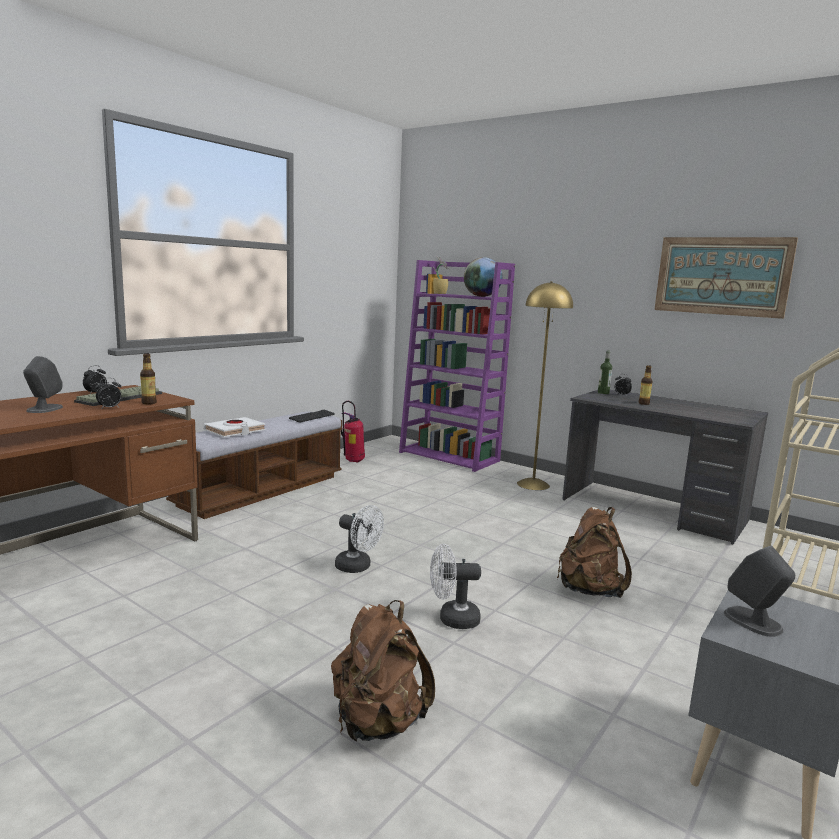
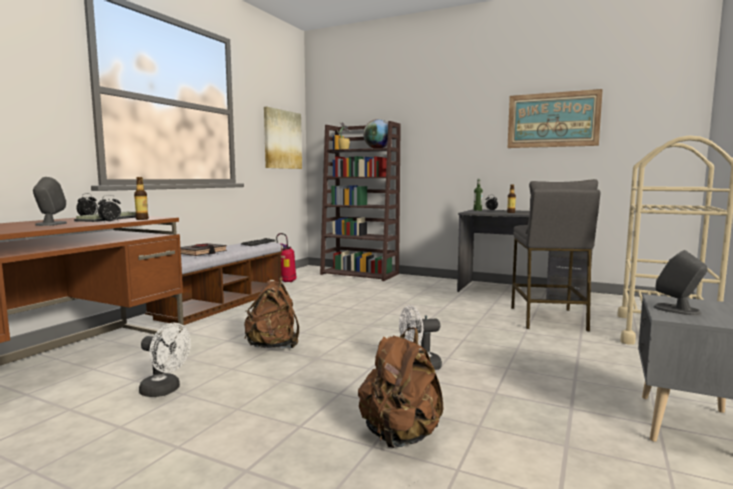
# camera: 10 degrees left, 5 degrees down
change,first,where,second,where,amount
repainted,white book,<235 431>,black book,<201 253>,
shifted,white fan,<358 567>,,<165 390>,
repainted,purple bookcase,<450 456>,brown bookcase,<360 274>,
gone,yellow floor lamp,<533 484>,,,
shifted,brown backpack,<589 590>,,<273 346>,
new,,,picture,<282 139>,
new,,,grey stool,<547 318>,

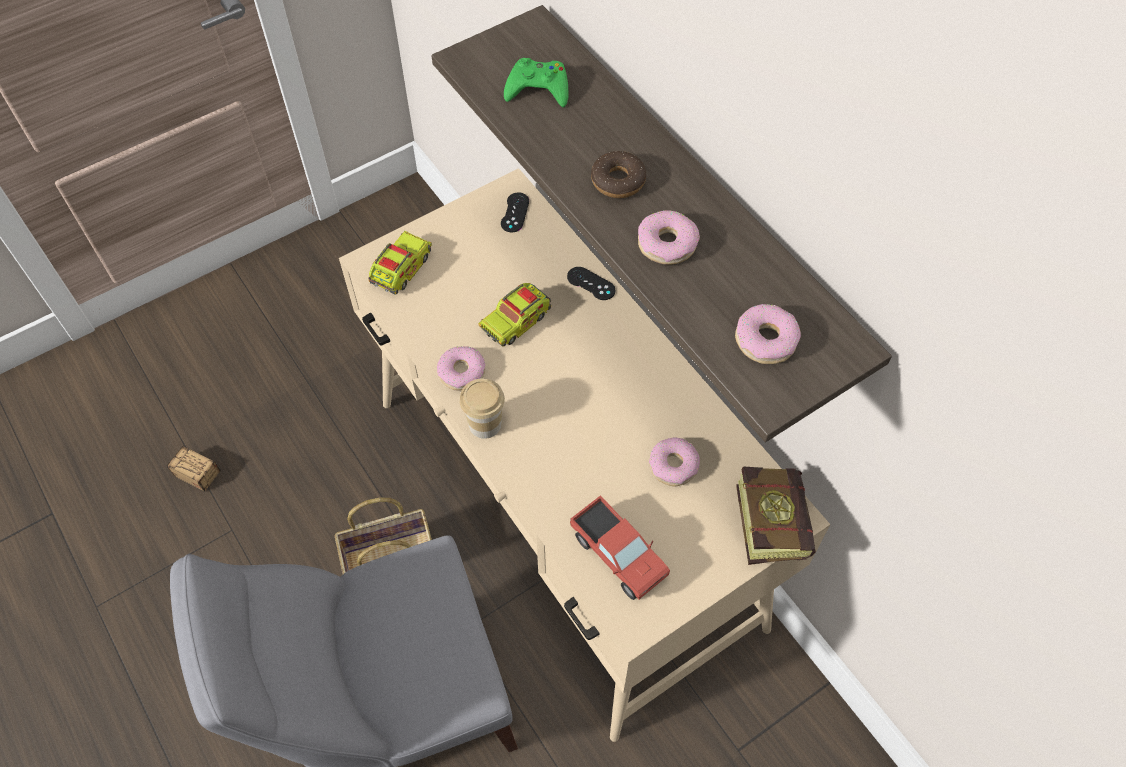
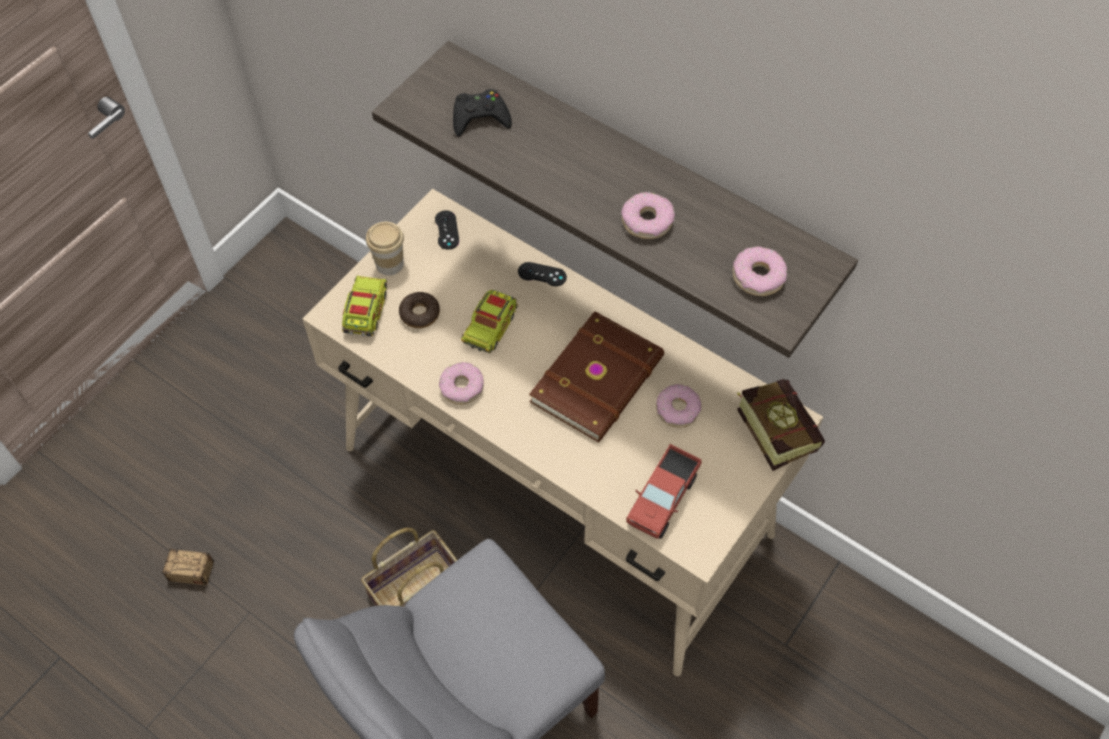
# camera: 20 degrees left, 0 degrees up
change,first,where,second,where,amount
shifted,cup,<485 424>,,<389 264>,
repainted,green game controller,<538 88>,black game controller,<480 117>,
rotated,toy truck,<618 555>,,<662 499>,90 degrees clockwise
shifted,donut,<618 181>,,<420 314>,
new,,,brown book,<599 380>,

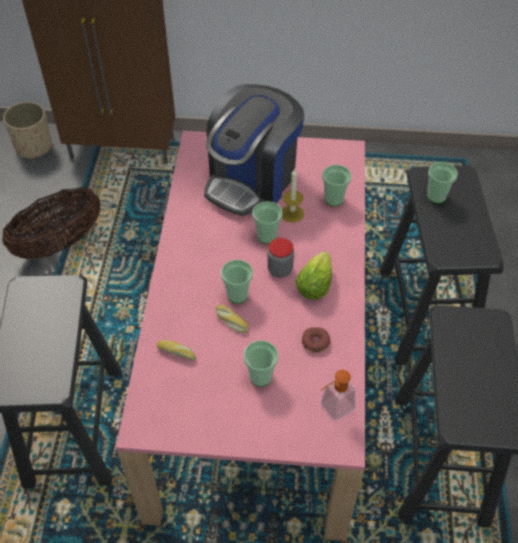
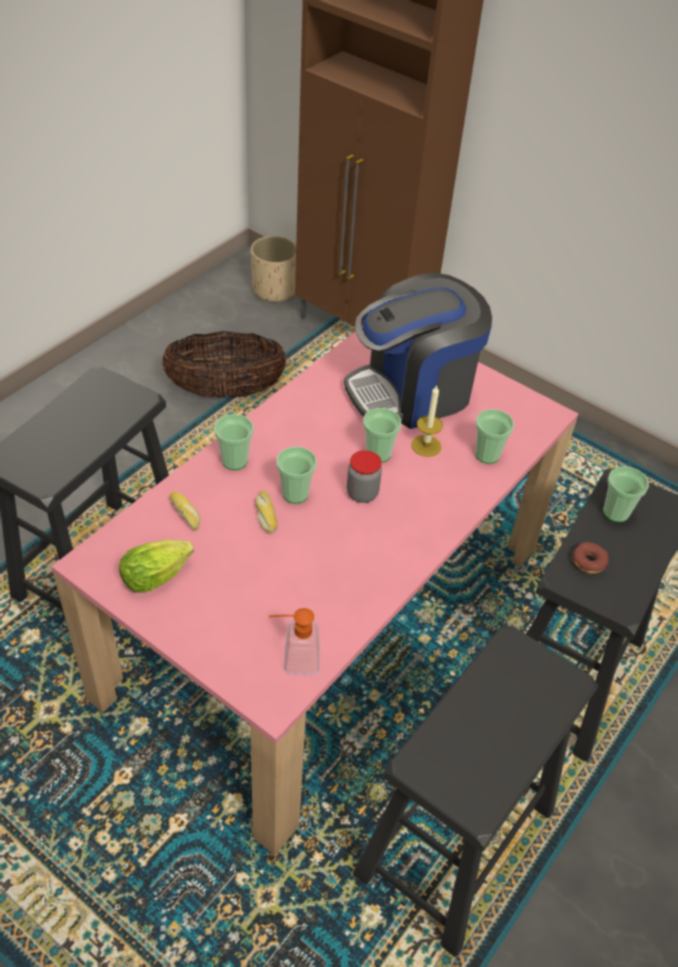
# camera: 30 degrees right, 5 degrees down
change,first,where,second,where,amount
shifted,cup,<260 376>,,<234 461>,
shifted,lettuce,<316 283>,,<159 575>,
shifted,donut,<315 342>,,<589 562>,

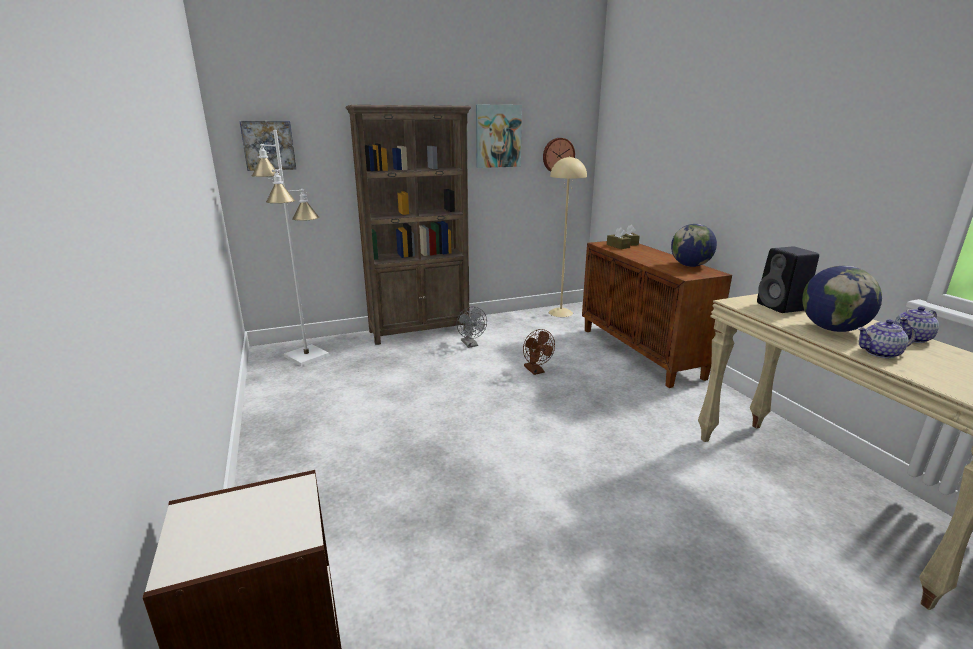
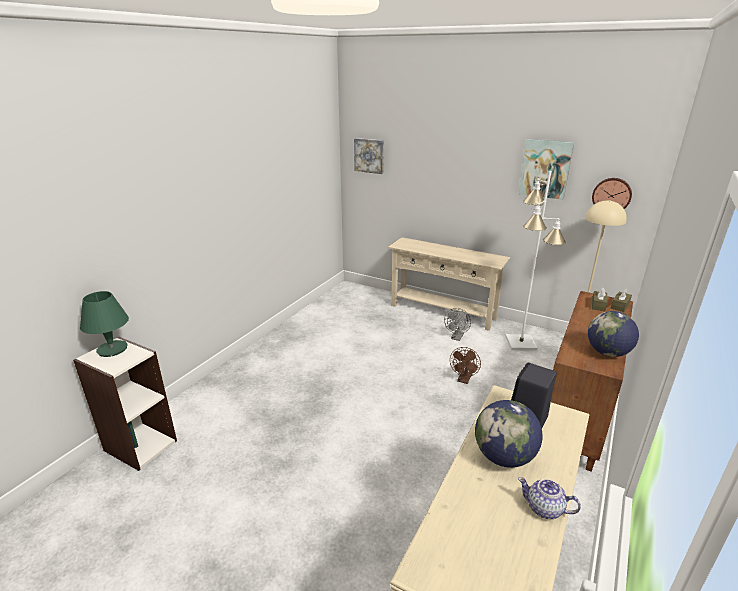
# camera: 50 degrees right, 5 degrees up
change,first,where,second,where,amount
shifted,white floor lamp,<307 356>,,<521 343>,
swapped,brown bookcase,<420 331>,beige console table,<442 312>,
gone,teapot,<880 353>,,,
new,,,green table lamp,<112 349>,

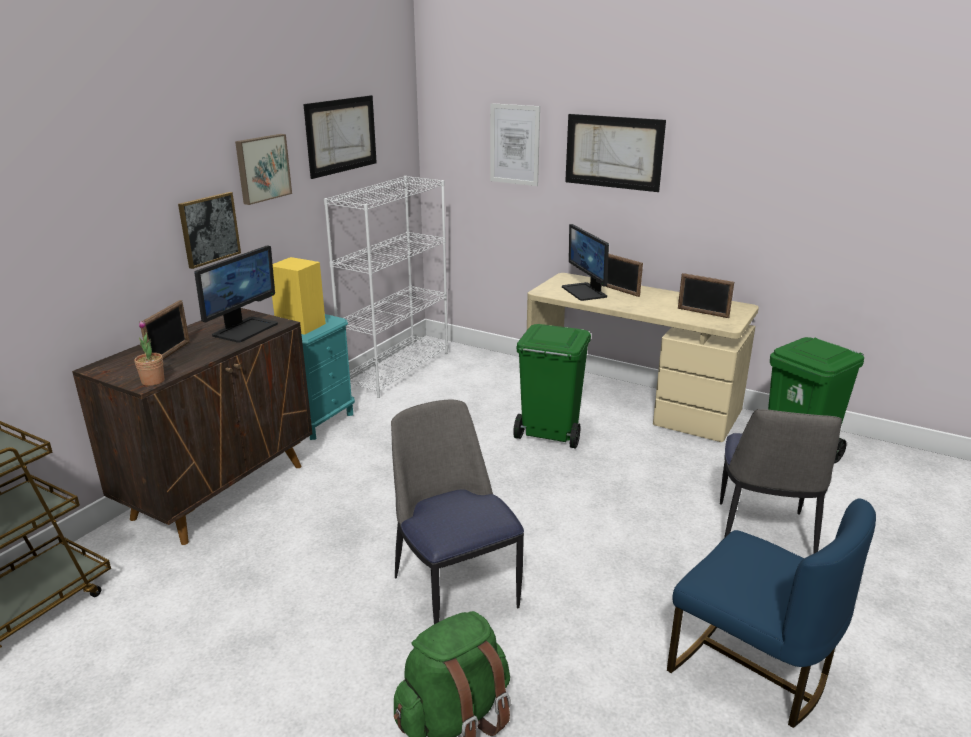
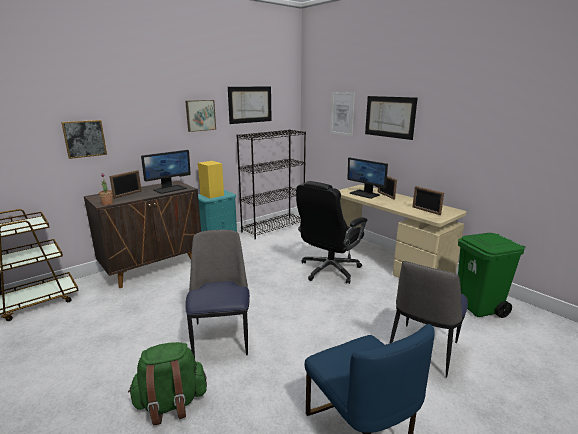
# camera: 20 degrees right, 5 degrees down
change,first,where,second,where,amount
shifted,picture,<209 229>,,<84 138>,
repainted,white bookcase,<397 369>,black bookcase,<273 227>,
swapped,green trash can,<549 434>,black office chair,<329 270>,
rotated,monitor,<585 292>,,<365 194>,45 degrees counterclockwise

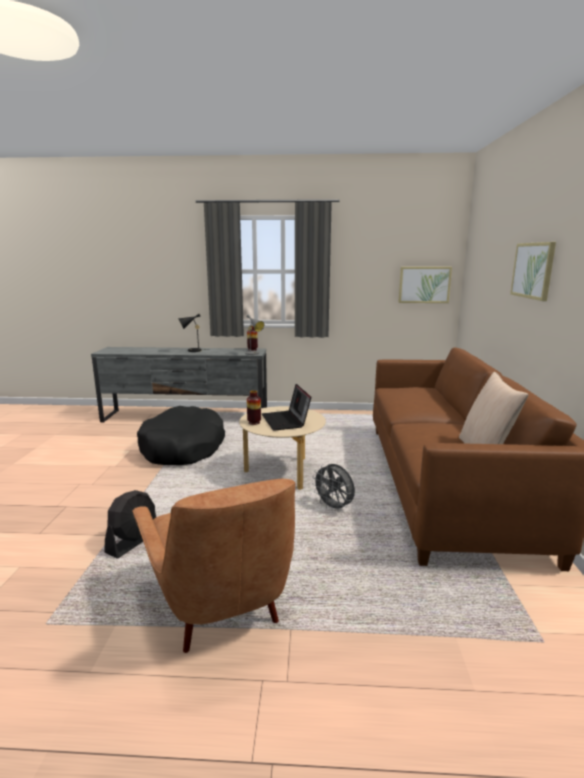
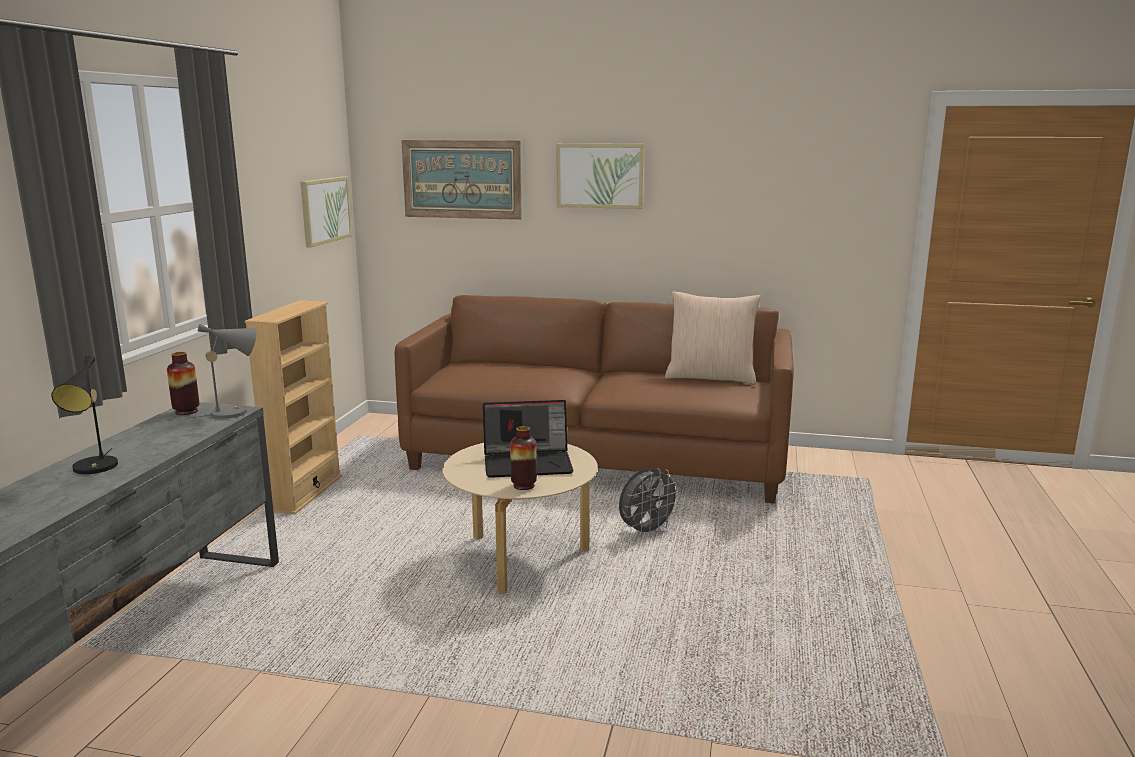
# camera: 80 degrees left, 0 degrees up
change,first,where,second,where,amount
gone,black fan,<133 541>,,,
gone,brown armchair,<222 608>,,,
gone,black dog bed,<183 448>,,,
new,,,beige bookcase,<305 493>,
new,,,picture,<462 179>,

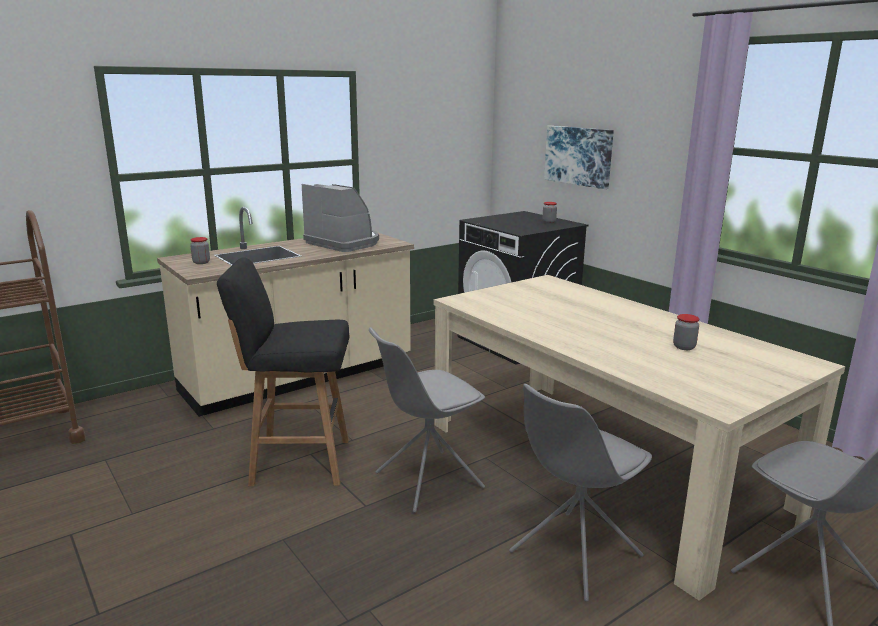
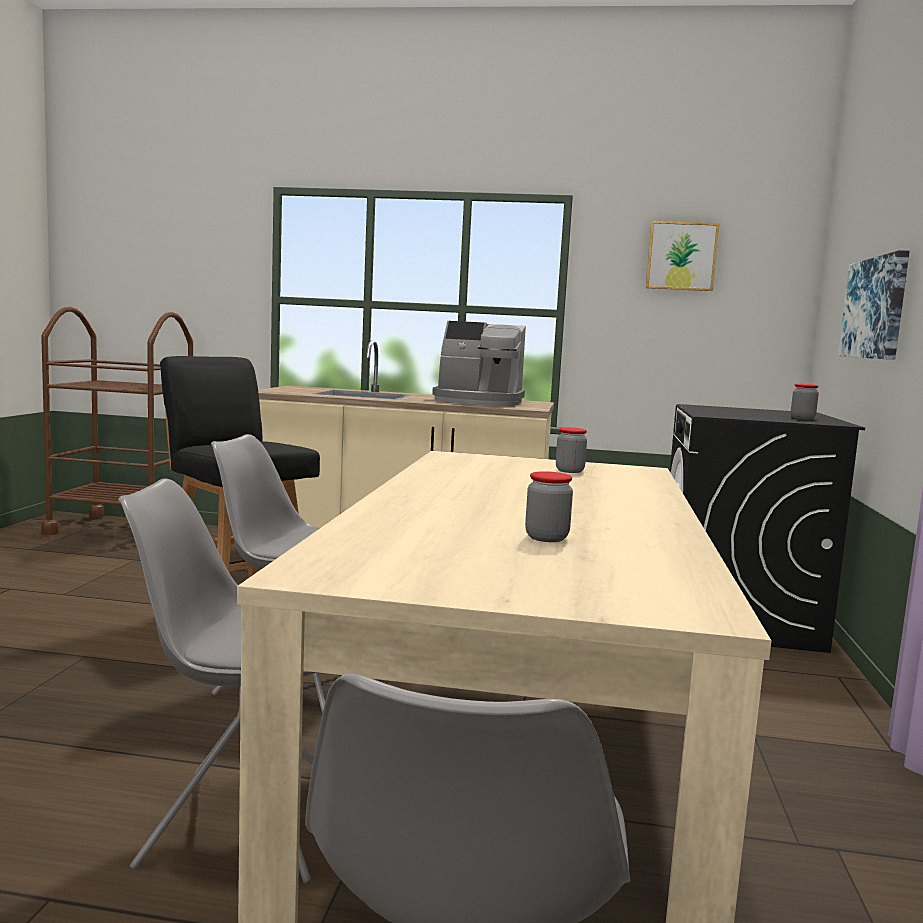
# camera: 45 degrees right, 10 degrees down
change,first,where,second,where,amount
shifted,jar,<201 262>,,<569 471>,
rotated,coffee machine,<344 243>,,<478 401>,105 degrees clockwise
new,,,picture,<681 256>,

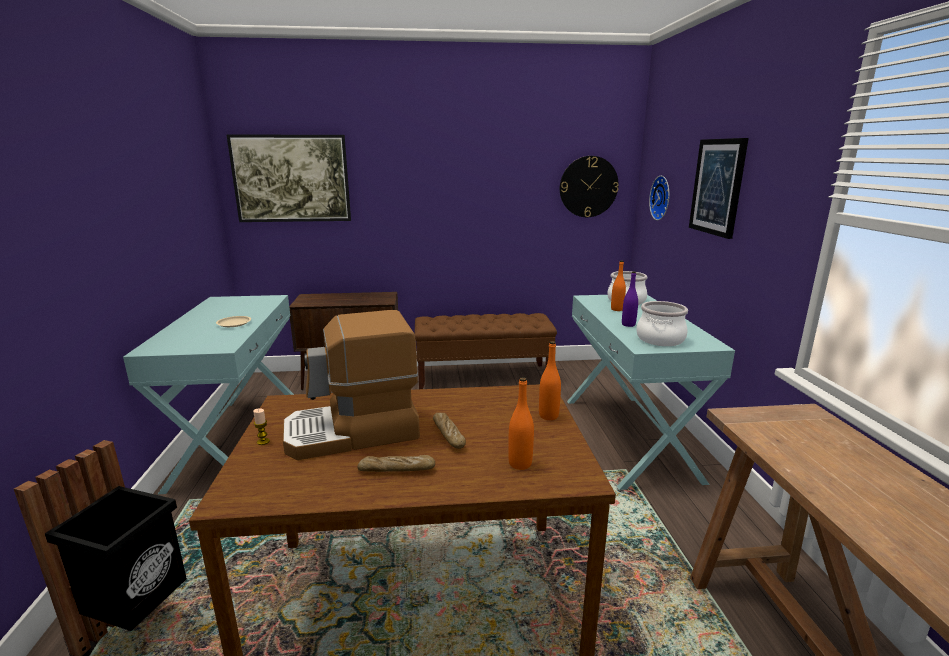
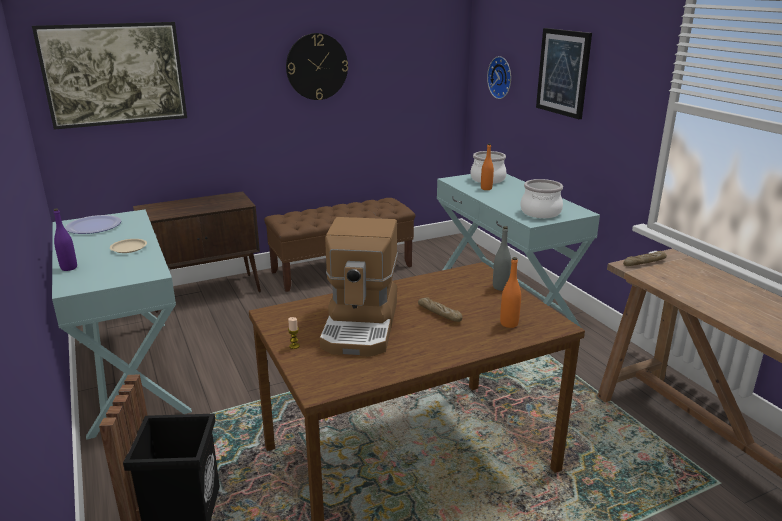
# camera: 20 degrees left, 5 degrees up
change,first,where,second,where,amount
rotated,coffee machine,<353 432>,,<362 325>,45 degrees counterclockwise
shifted,bread,<396 470>,,<644 263>,
repainted,orange bottle,<548 416>,grey bottle,<500 287>,
shifted,wall clock,<588 187>,,<317 66>,
shifted,purple bottle,<628 324>,,<69 268>,
new,,,plate,<94 226>,

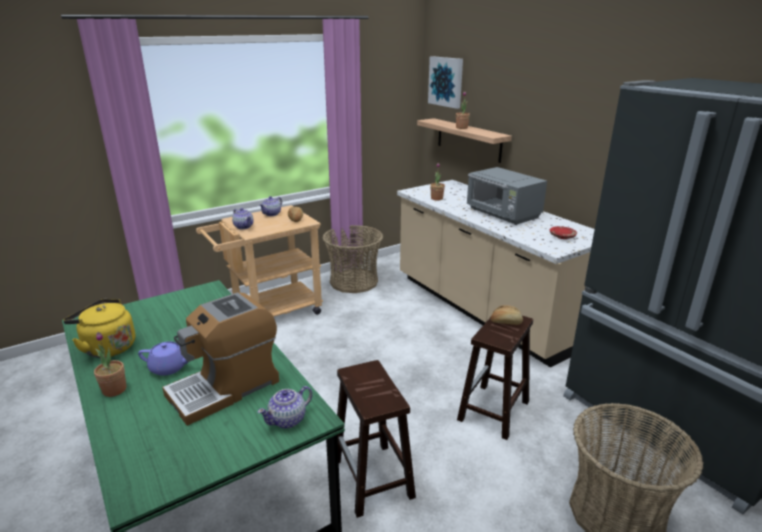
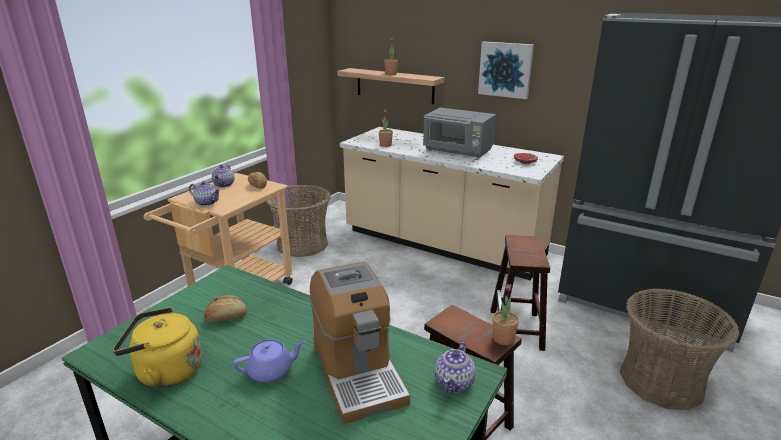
# camera: 25 degrees left, 0 degrees up
change,first,where,second,where,amount
shifted,potted plant,<114 390>,,<503 338>,
rotated,coffee machine,<225 388>,,<358 372>,45 degrees counterclockwise
shifted,picture,<446 82>,,<505 69>,
shifted,bread,<506 322>,,<226 317>,

